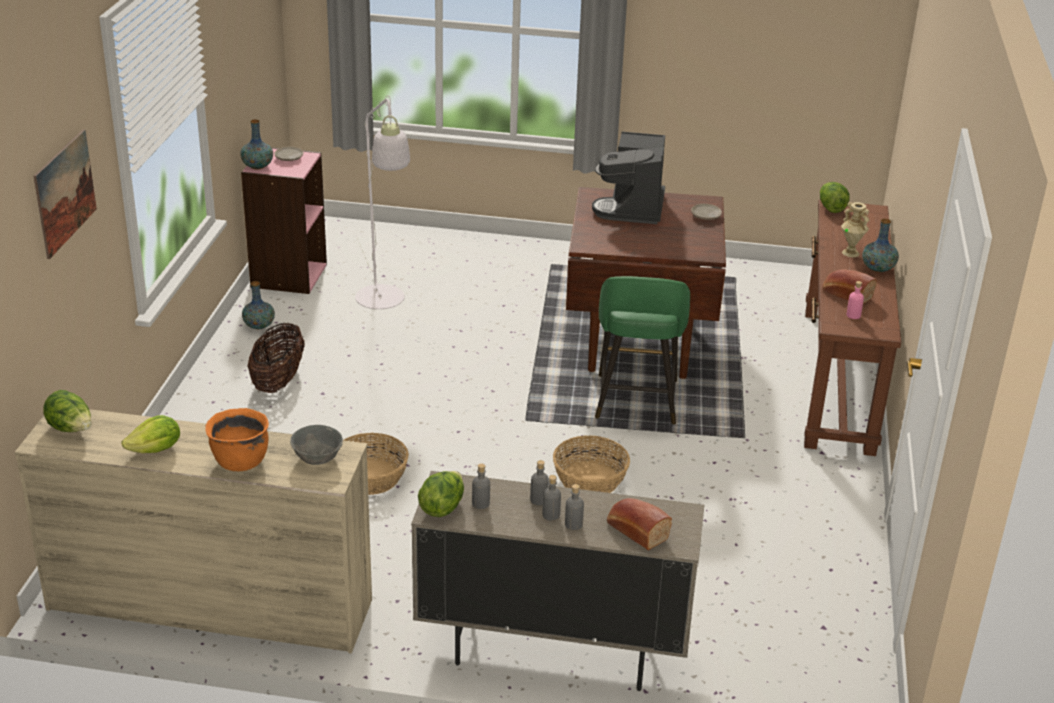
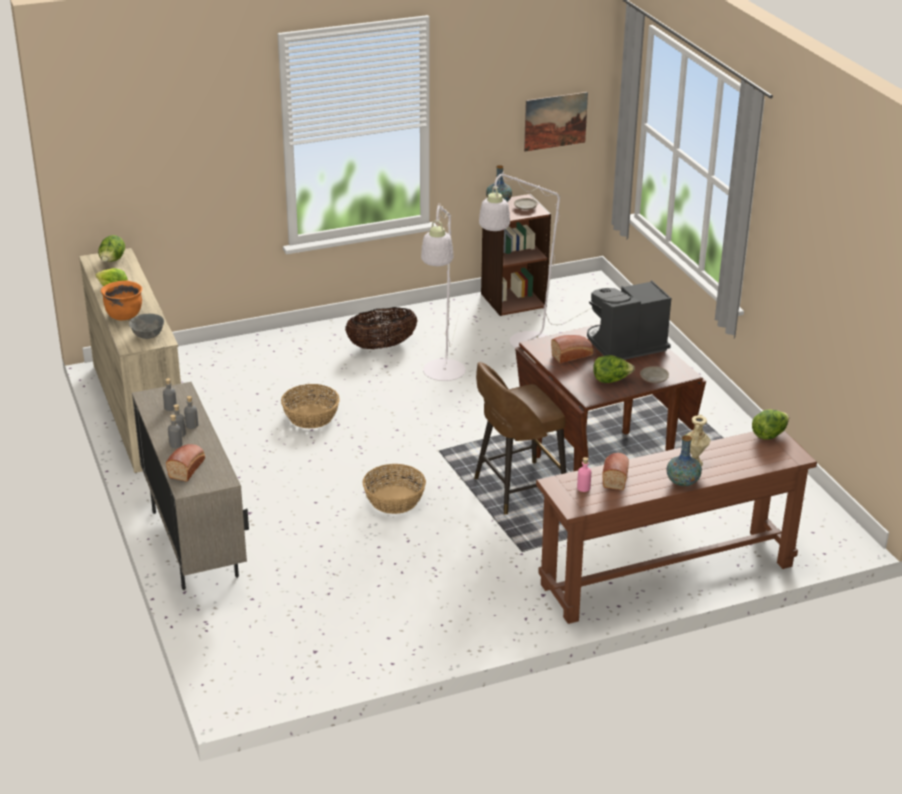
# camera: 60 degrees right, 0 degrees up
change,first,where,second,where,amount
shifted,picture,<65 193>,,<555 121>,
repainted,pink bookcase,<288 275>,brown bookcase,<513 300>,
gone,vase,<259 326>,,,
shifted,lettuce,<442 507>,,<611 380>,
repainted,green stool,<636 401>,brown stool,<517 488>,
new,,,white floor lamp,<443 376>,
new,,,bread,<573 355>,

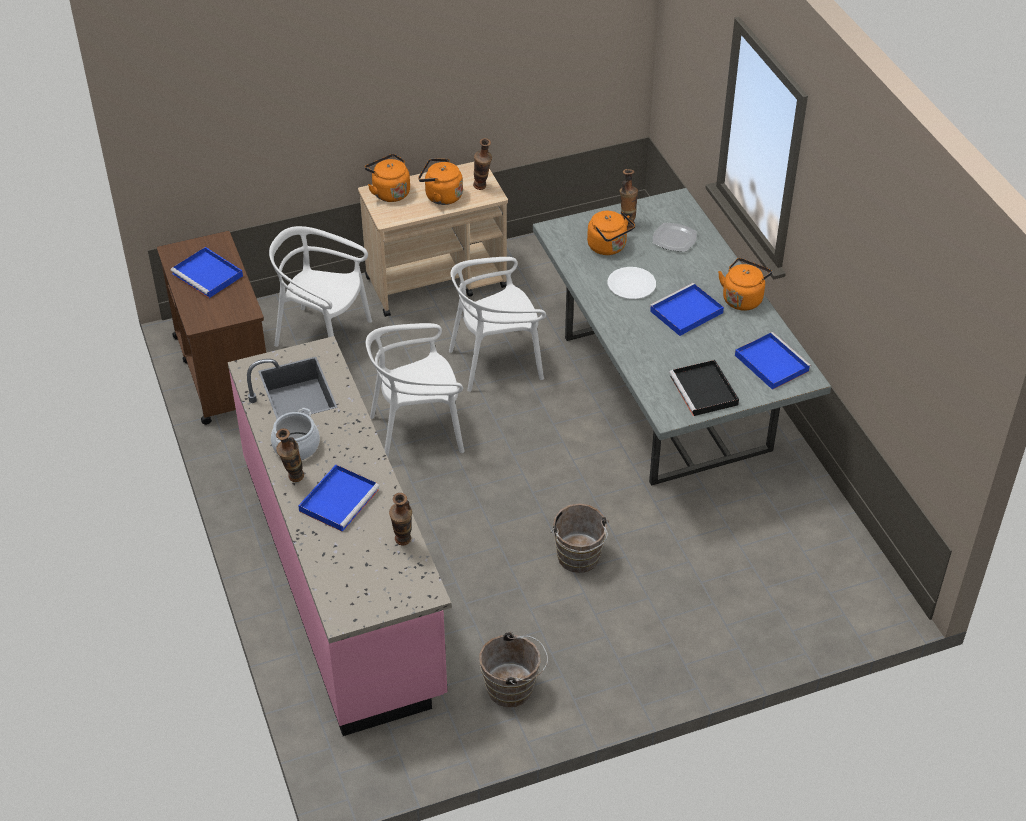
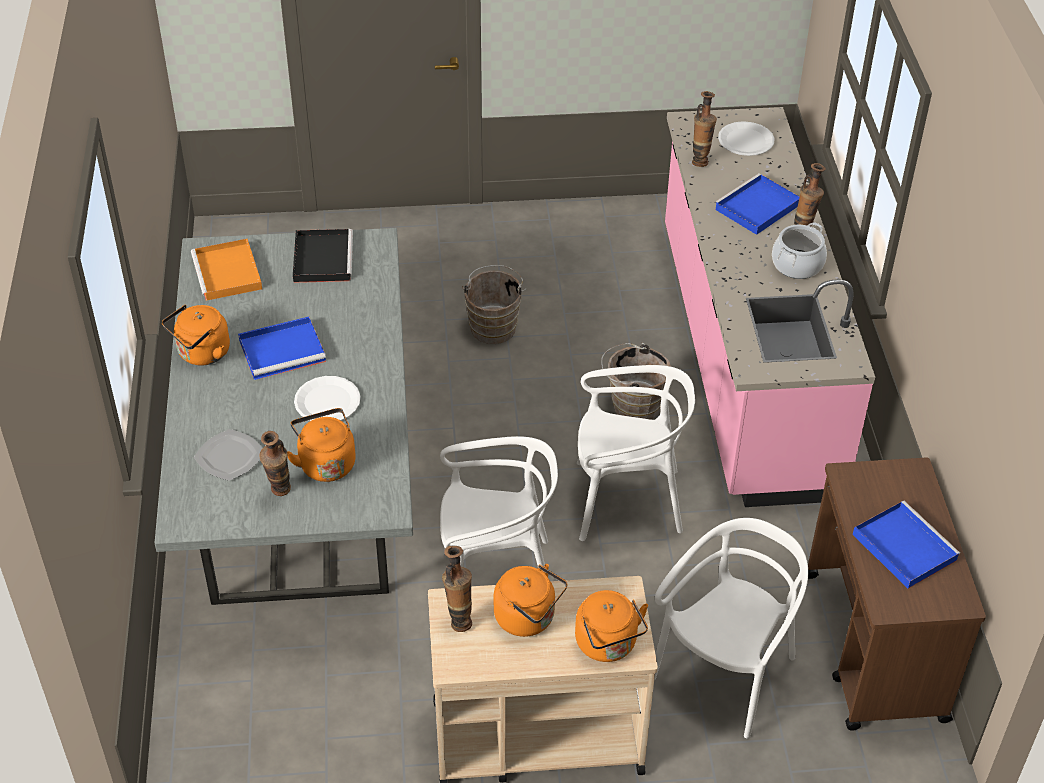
# camera: 165 degrees left, 0 degrees up
change,first,where,second,where,amount
rotated,white chair,<323 336>,,<726 673>,90 degrees counterclockwise
shifted,brown bucket,<514 689>,,<632 404>,
repainted,blue tray,<770 362>,orange tray,<228 273>,
new,,,white plate,<746 140>,

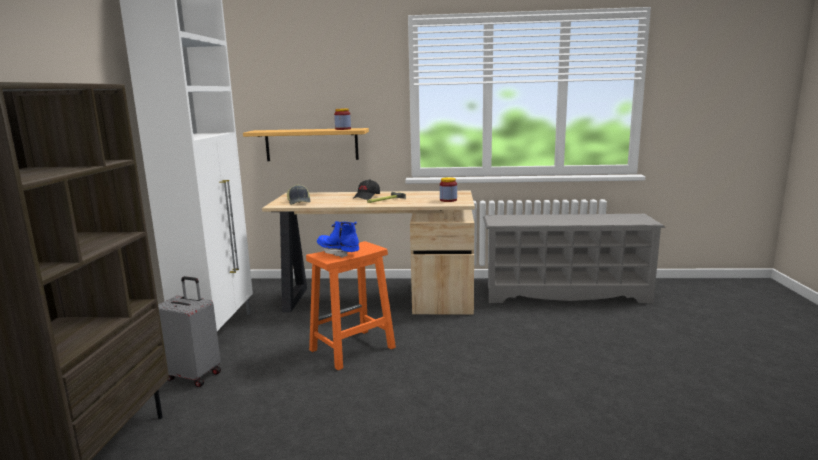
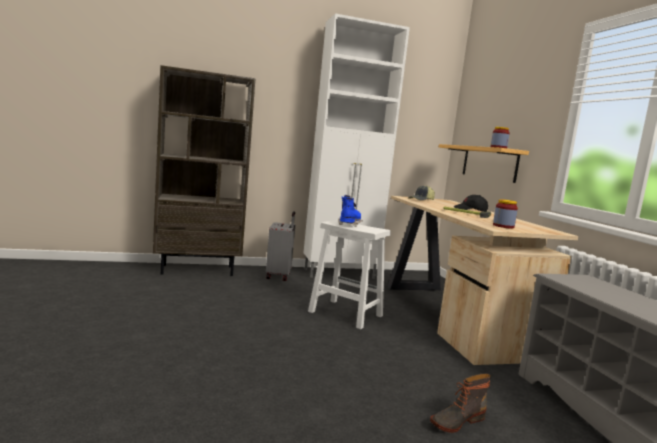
# camera: 70 degrees right, 5 degrees down
change,first,where,second,where,amount
repainted,orange stool,<351 349>,white stool,<344 313>,
new,,,boot,<456 421>,

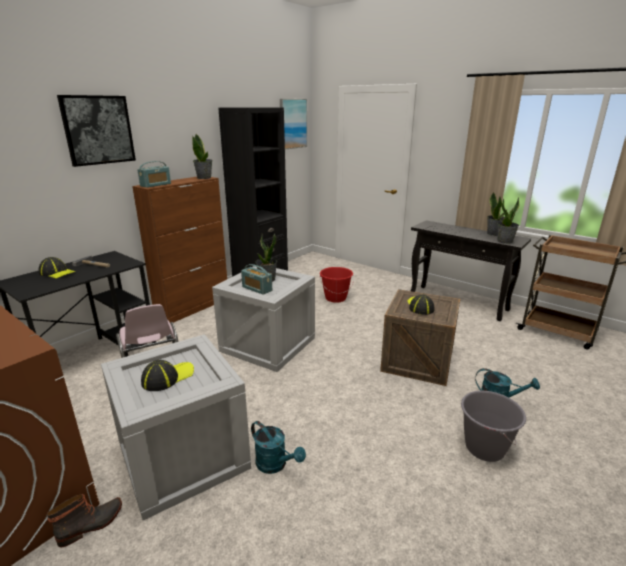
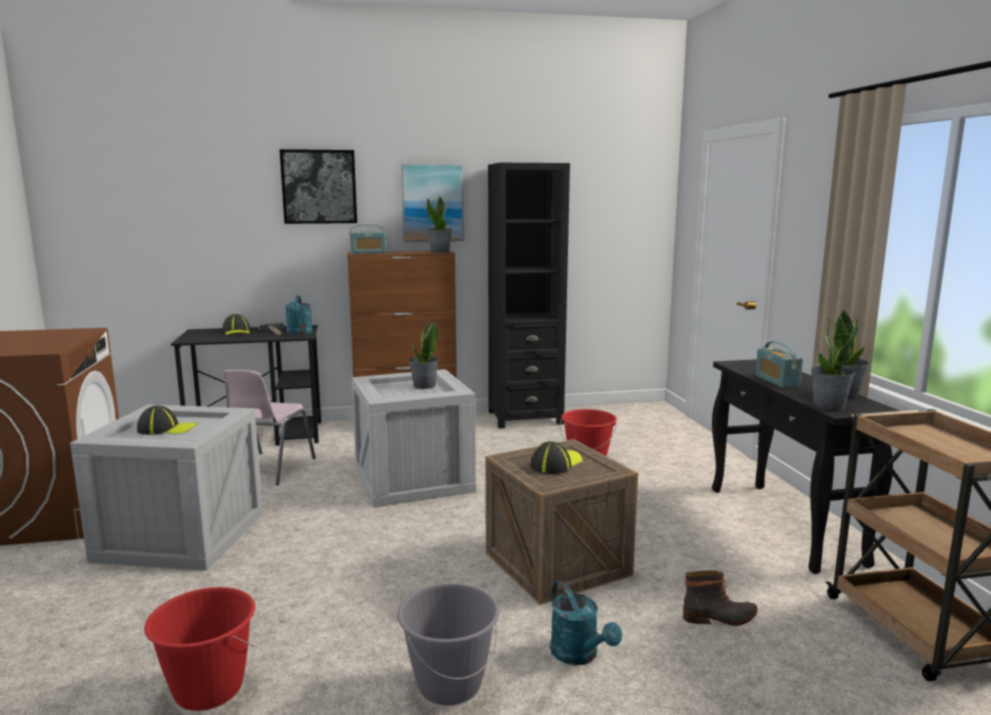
# camera: 40 degrees right, 10 degrees down
change,first,where,second,where,amount
shifted,boot,<91 525>,,<720 618>,
shifted,radio,<257 289>,,<776 381>,
shifted,turquoise watering can,<275 464>,,<299 333>,
shifted,picture,<292 124>,,<432 203>,
new,,,red bucket,<208 690>,

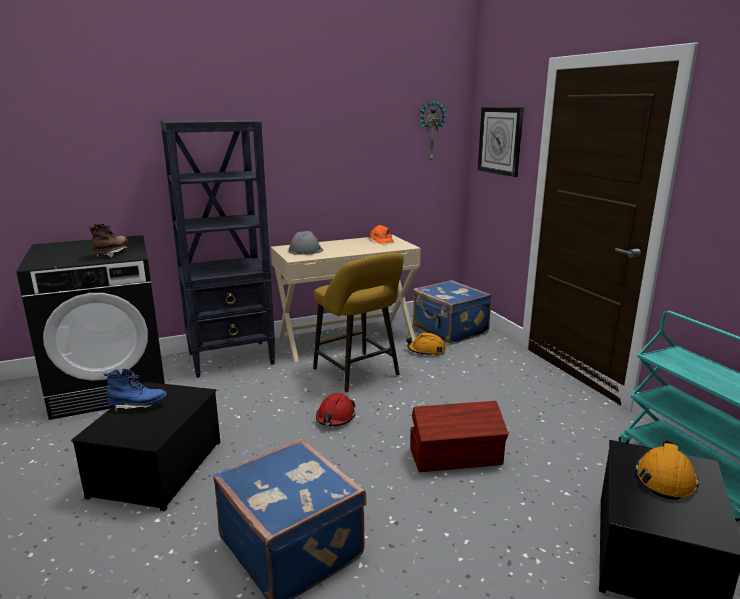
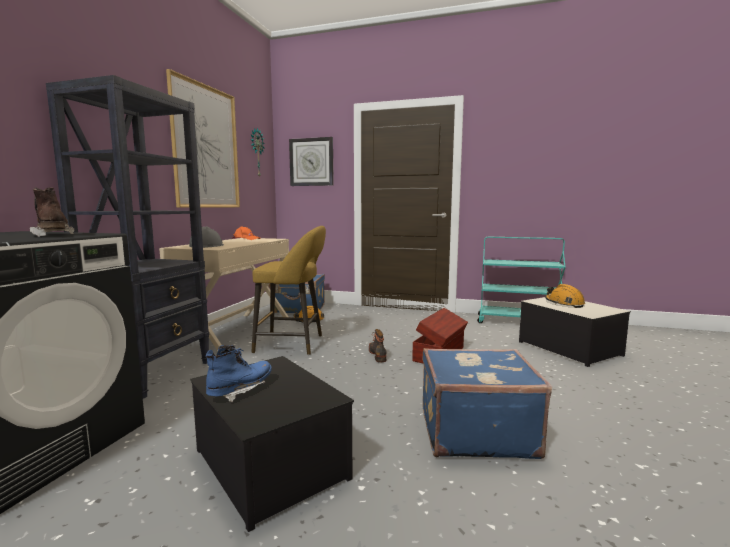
# camera: 50 degrees left, 10 degrees down
change,first,where,second,where,amount
gone,red hard hat,<335 417>,,,
new,,,picture,<206 147>,
new,,,boot,<378 354>,

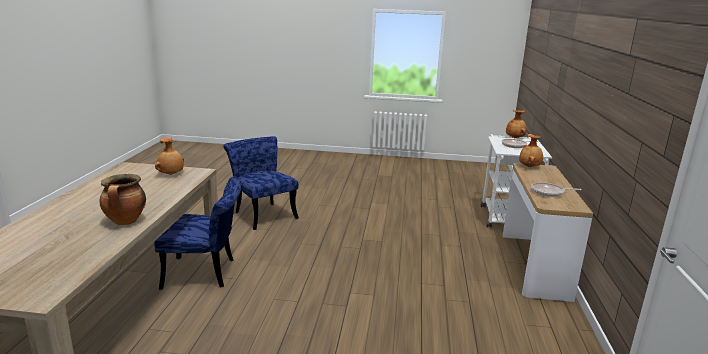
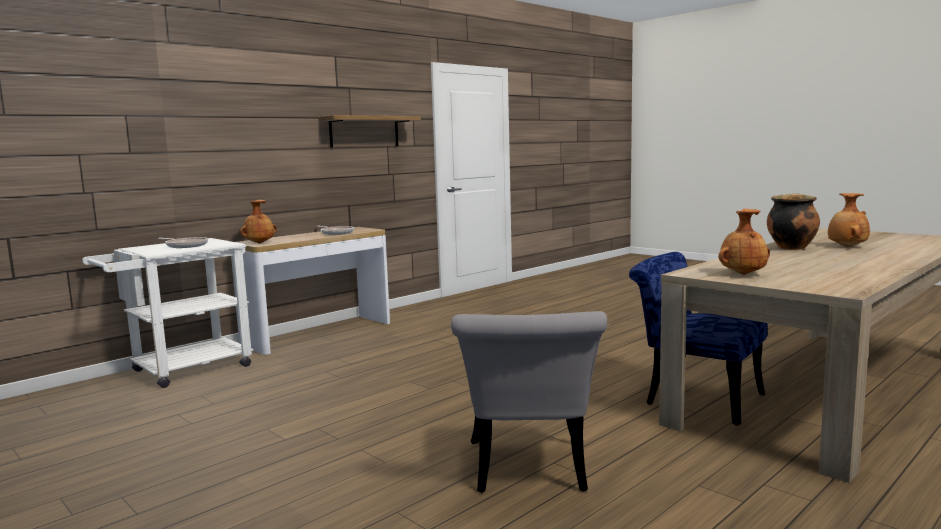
# camera: 140 degrees left, 10 degrees down
change,first,where,second,where,amount
repainted,blue chair,<262 214>,grey chair,<528 472>,
shifted,brown vase,<515 138>,,<846 246>,
new,,,shelf,<364 131>,

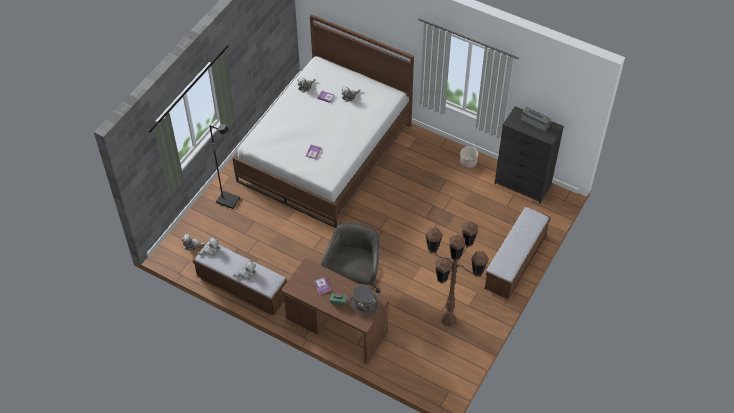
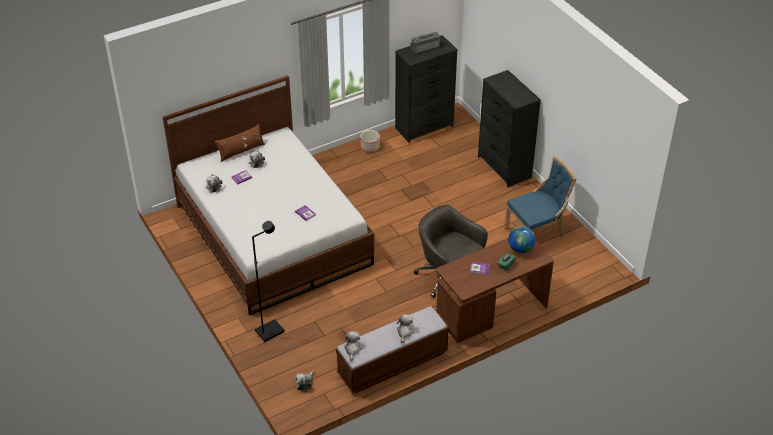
# camera: 60 degrees left, 10 degrees down
change,first,where,second,where,amount
swapped,grey hat,<363 304>,globe,<520 249>,
swapped,brown floor lamp,<448 320>,blue chair,<536 233>,
swapped,bench,<515 263>,black dresser,<504 167>,
new,,,brown pillow,<241 151>,

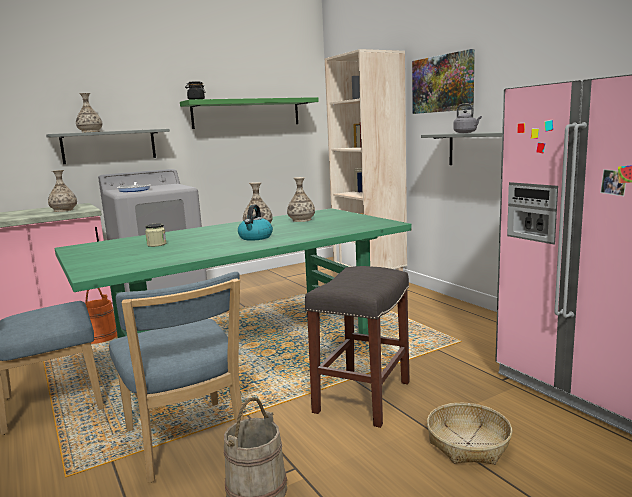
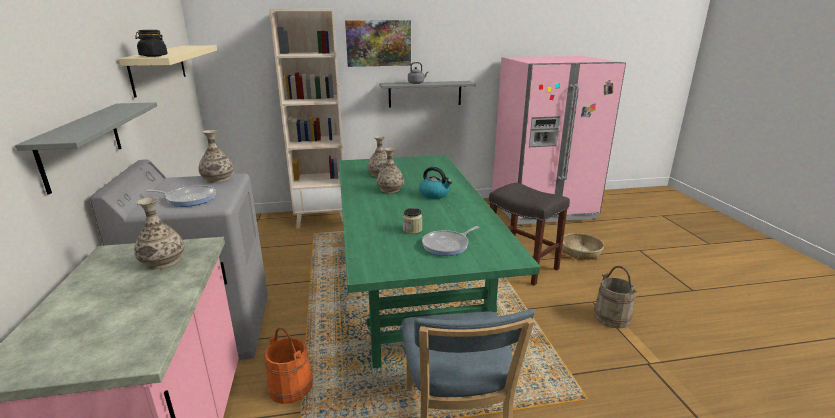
# camera: 70 degrees left, 10 degrees up
change,first,where,second,where,amount
shifted,vase,<90 132>,,<218 179>,
gone,blue chair,<187 443>,,,
repainted,green shelf,<247 113>,beige shelf,<159 68>,
new,,,frying pan,<447 245>,

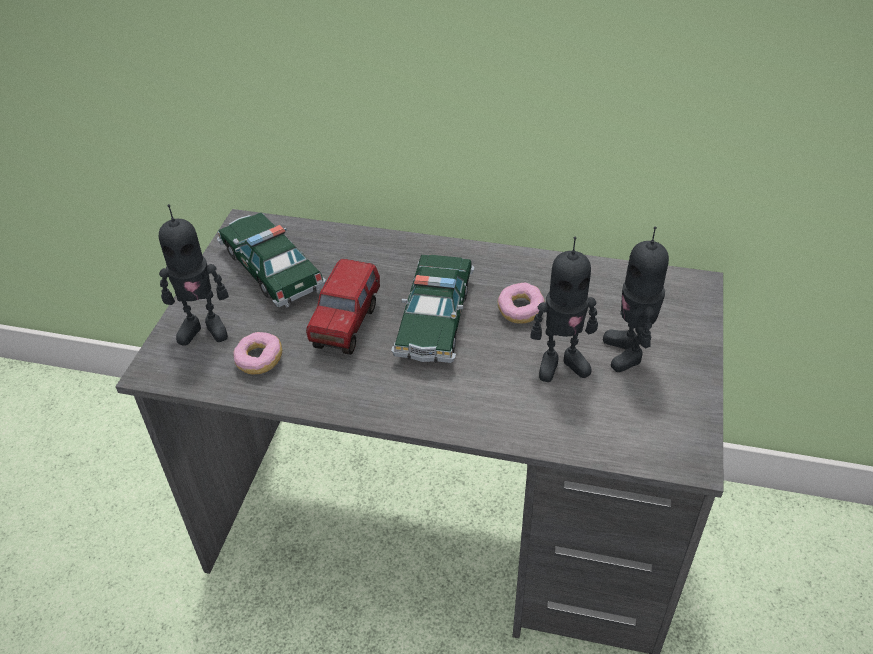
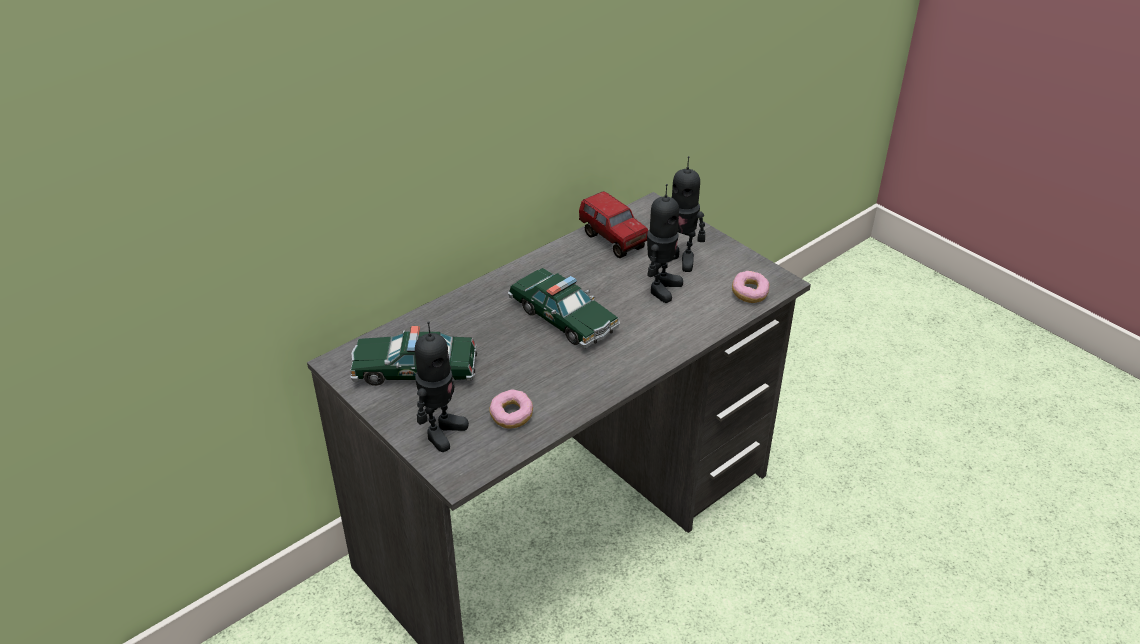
# camera: 55 degrees left, 5 degrees down
change,first,where,second,where,amount
shifted,toy truck,<347 325>,,<613 240>,
shifted,donut,<520 311>,,<749 294>,

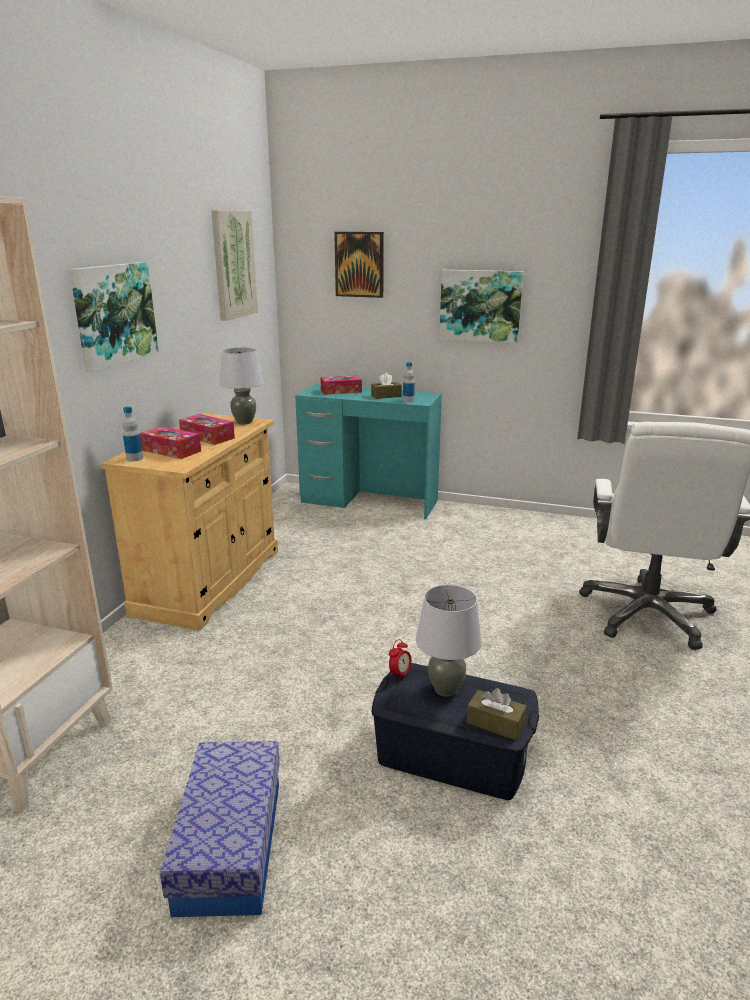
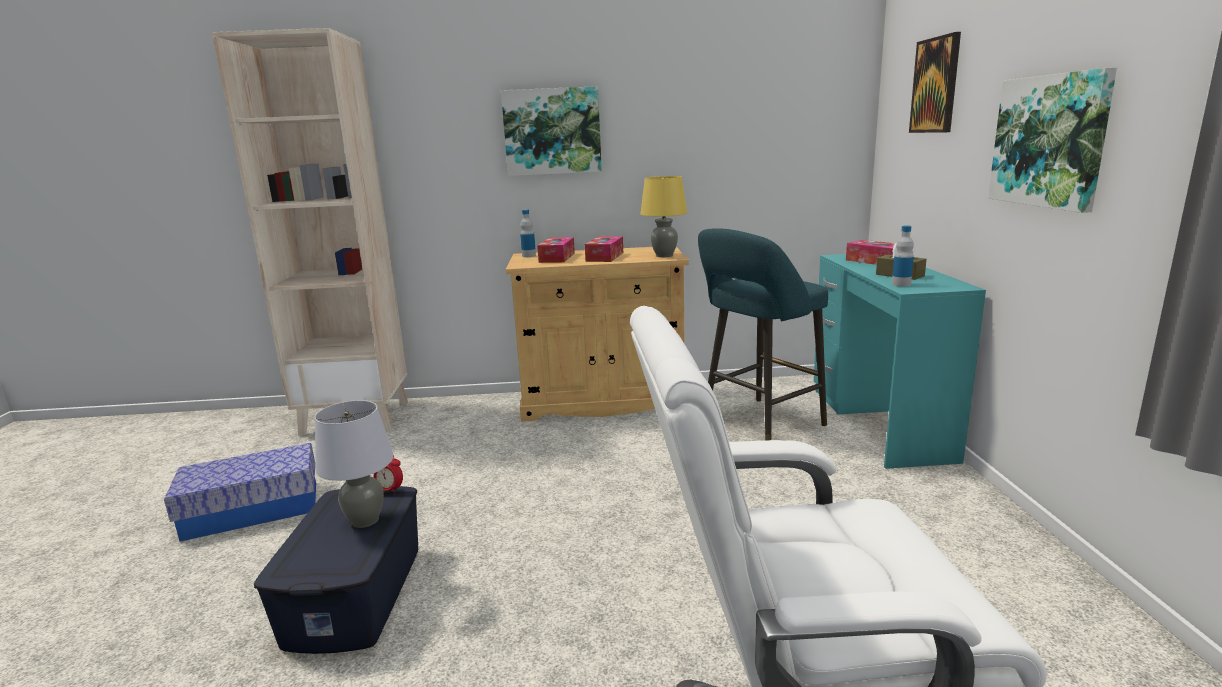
# camera: 70 degrees right, 5 degrees down
change,first,where,second,where,amount
gone,picture,<233 264>,,,
repainted,grey table lamp,<244 422>,yellow table lamp,<664 255>,
gone,brown tissue box,<495 723>,,,
new,,,turquoise stool,<758 425>,

